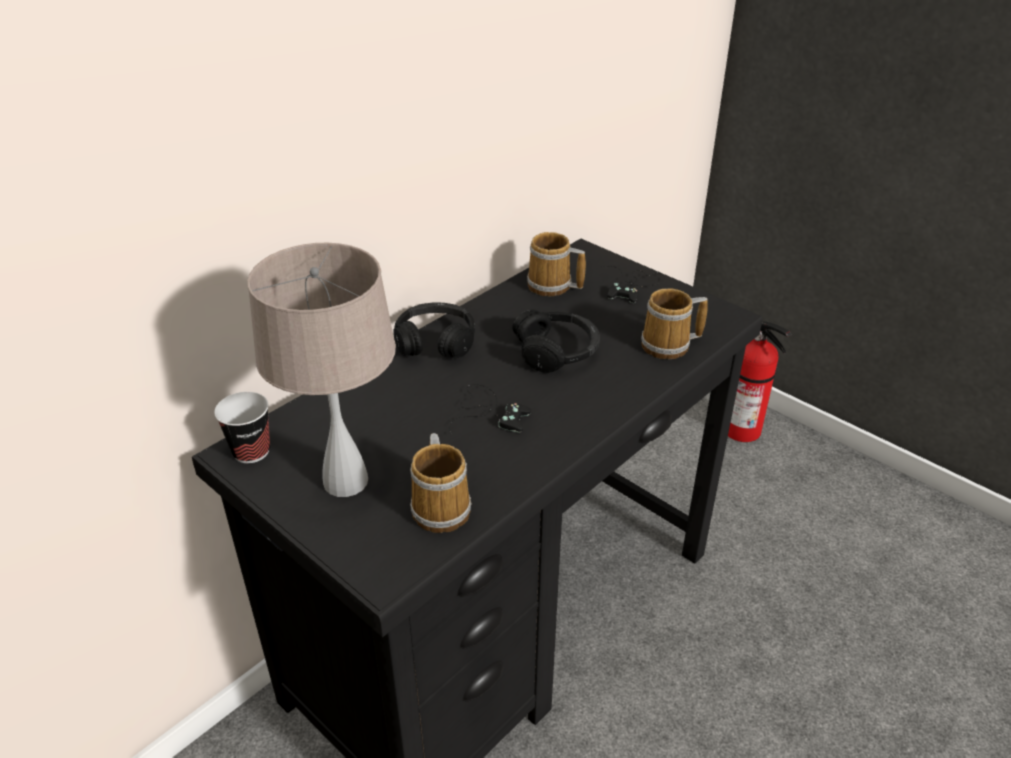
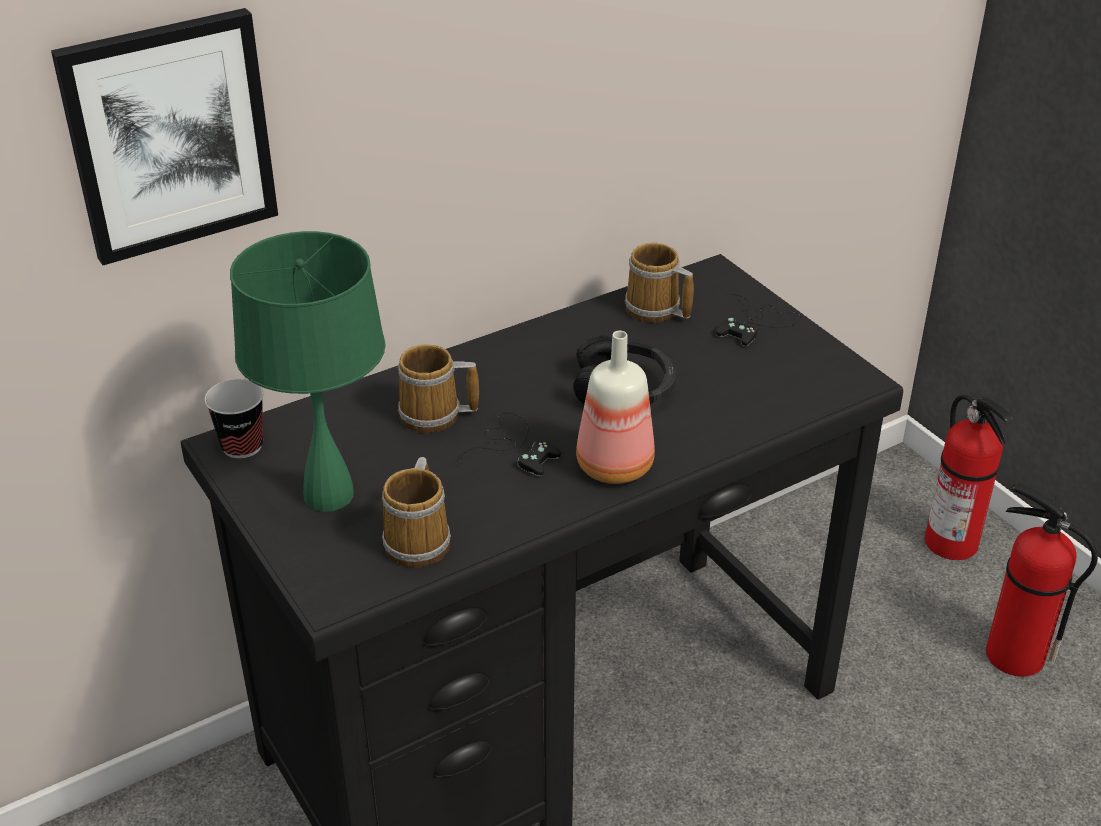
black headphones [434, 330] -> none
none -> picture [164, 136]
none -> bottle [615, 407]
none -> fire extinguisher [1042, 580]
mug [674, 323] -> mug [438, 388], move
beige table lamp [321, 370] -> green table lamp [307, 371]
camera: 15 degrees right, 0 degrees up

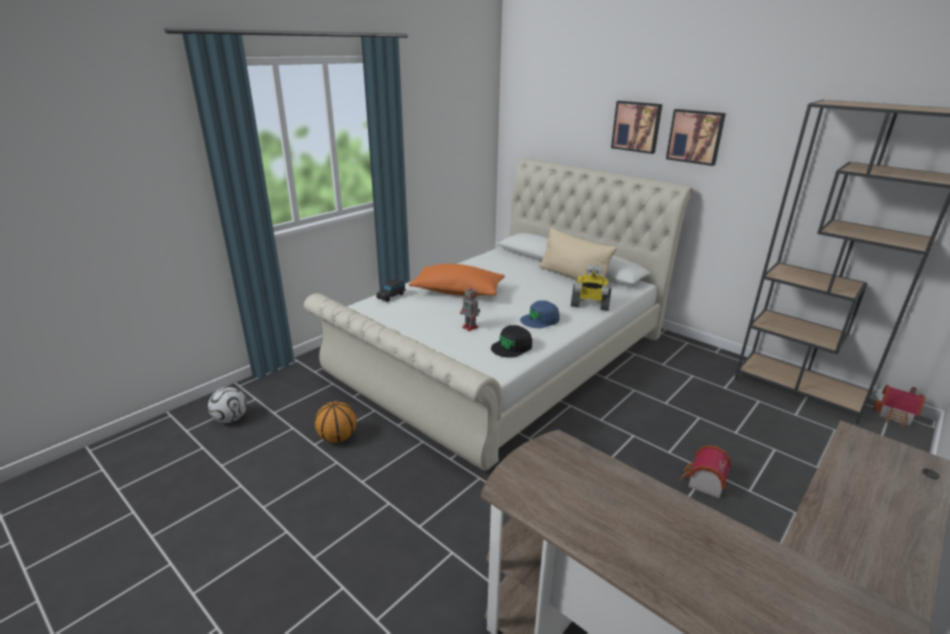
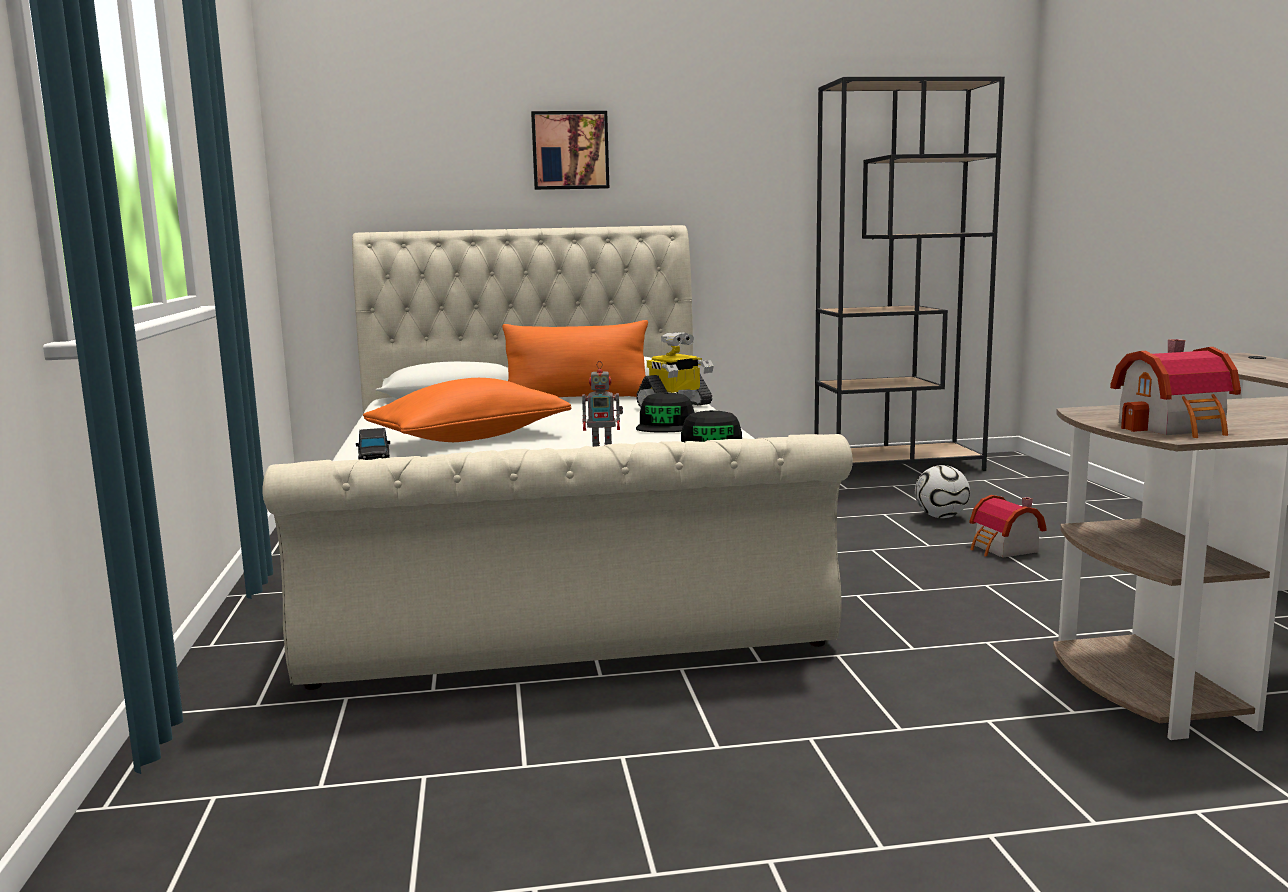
basketball [335, 422] -> none
picture [696, 137] -> none
football [227, 405] -> football [942, 491], move
toy house [899, 406] -> toy house [1175, 388], move
blue cap [540, 314] -> black cap [665, 412]
beige pillow [578, 253] -> orange pillow [575, 358]
camera: 50 degrees left, 15 degrees down

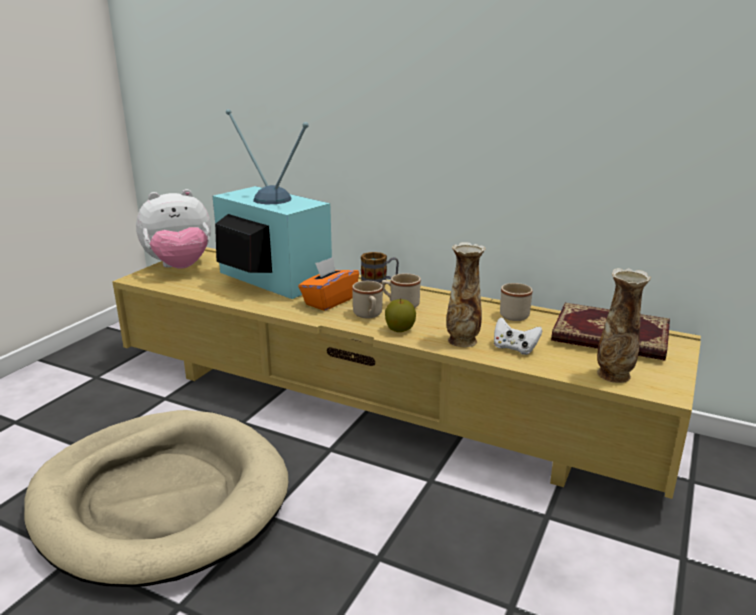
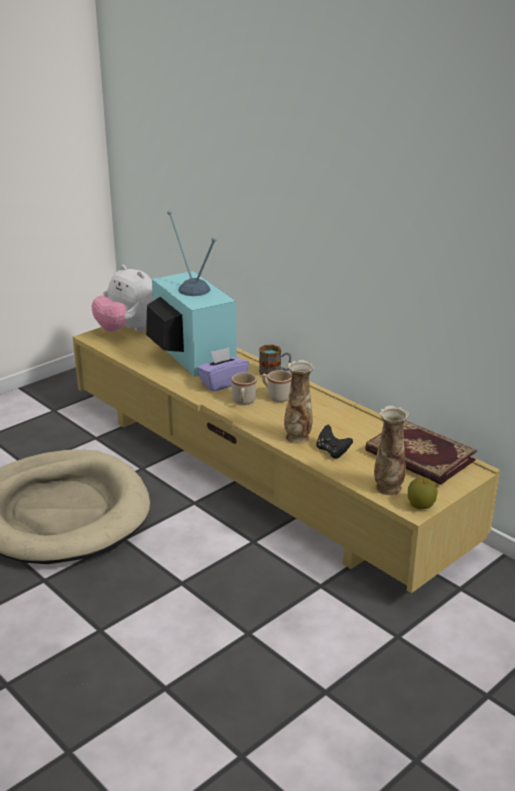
beige mug [516, 302] -> none
apple [400, 315] -> apple [423, 493], move
orange tissue box [328, 284] -> purple tissue box [223, 369]
white game controller [518, 336] -> black game controller [334, 441]
plush toy [173, 228] -> plush toy [122, 298], 45 degrees clockwise
camera: 20 degrees right, 5 degrees up

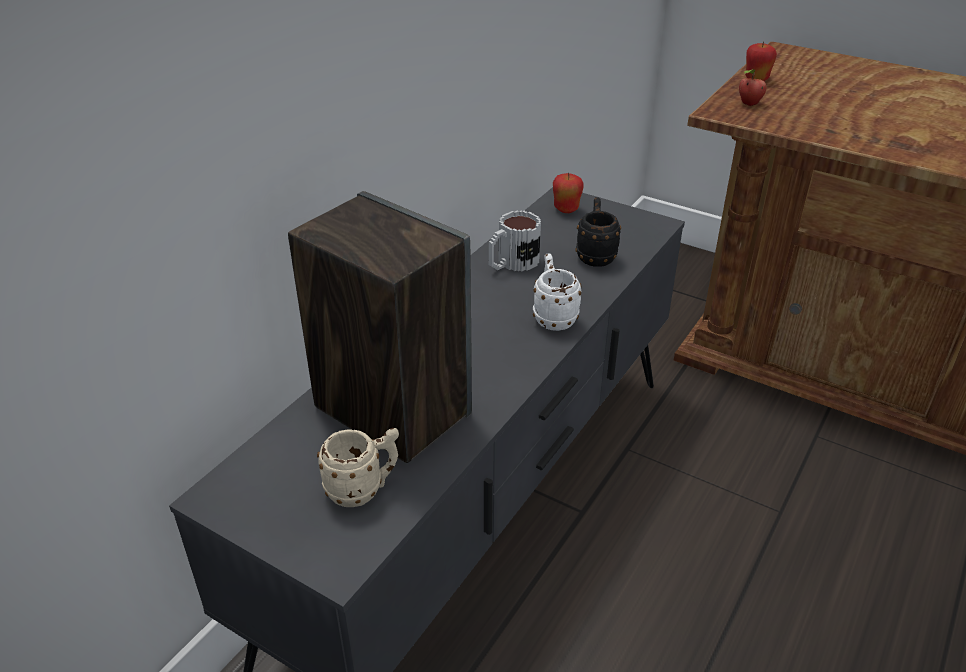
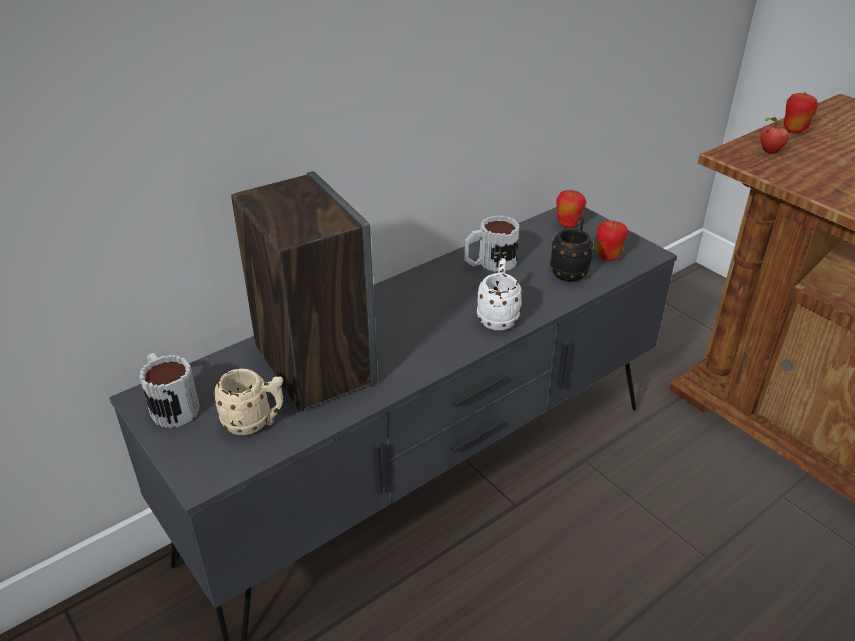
none -> mug [169, 390]
none -> apple [612, 241]
camera: 20 degrees right, 0 degrees up

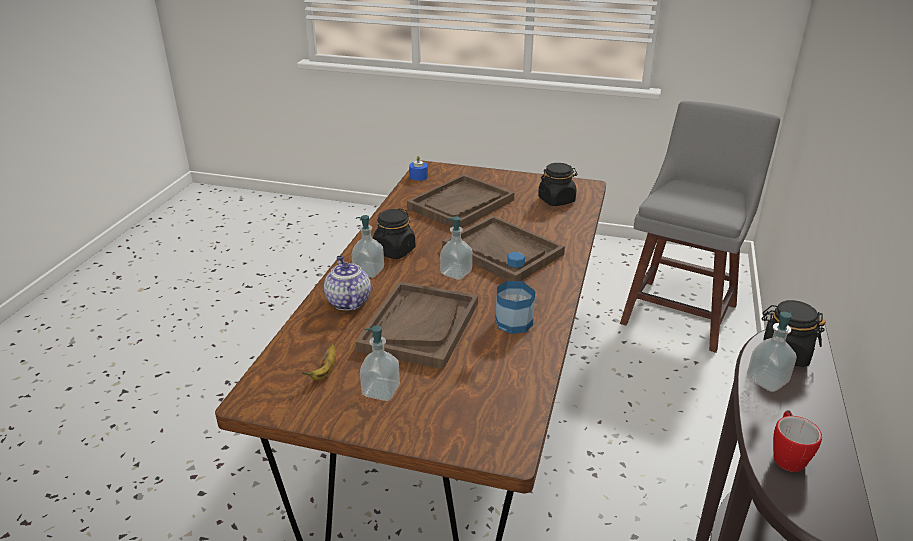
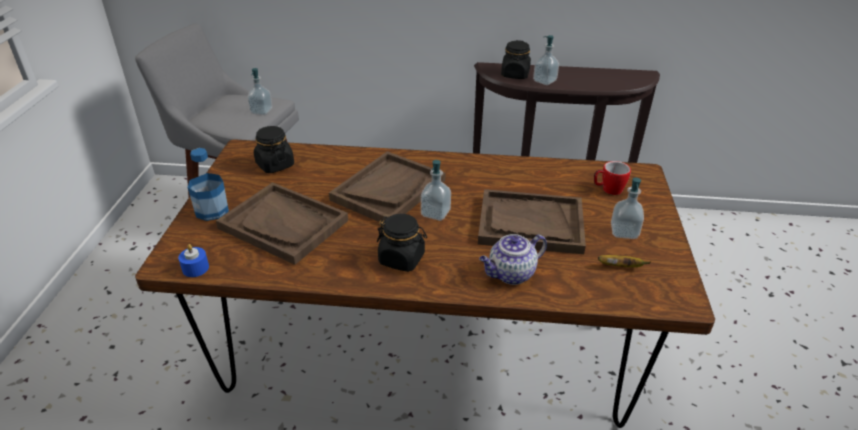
soap dispenser [367, 246] -> soap dispenser [260, 91], move
bottle [515, 293] -> bottle [208, 184], move
mug [797, 441] -> mug [612, 178], move
camera: 100 degrees left, 5 degrees up

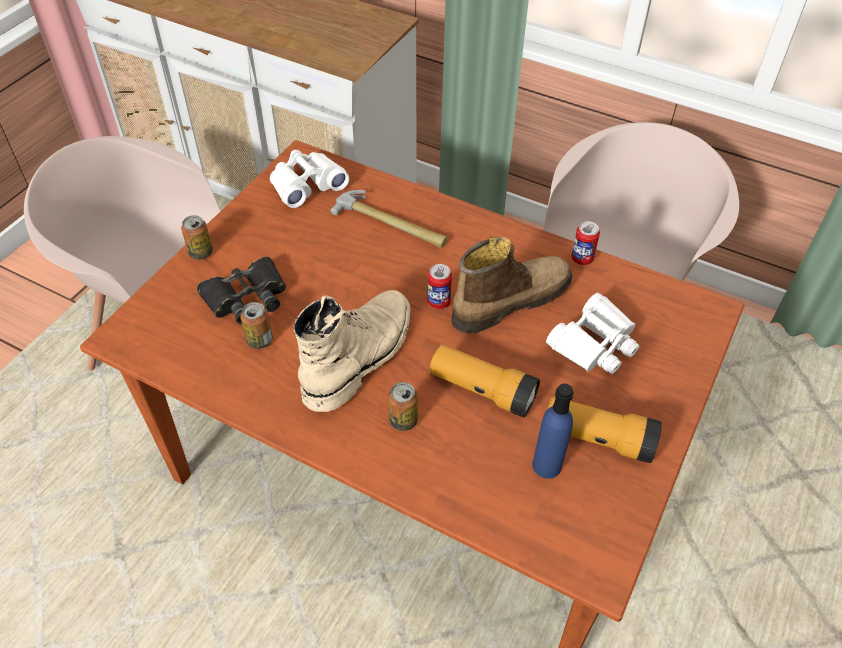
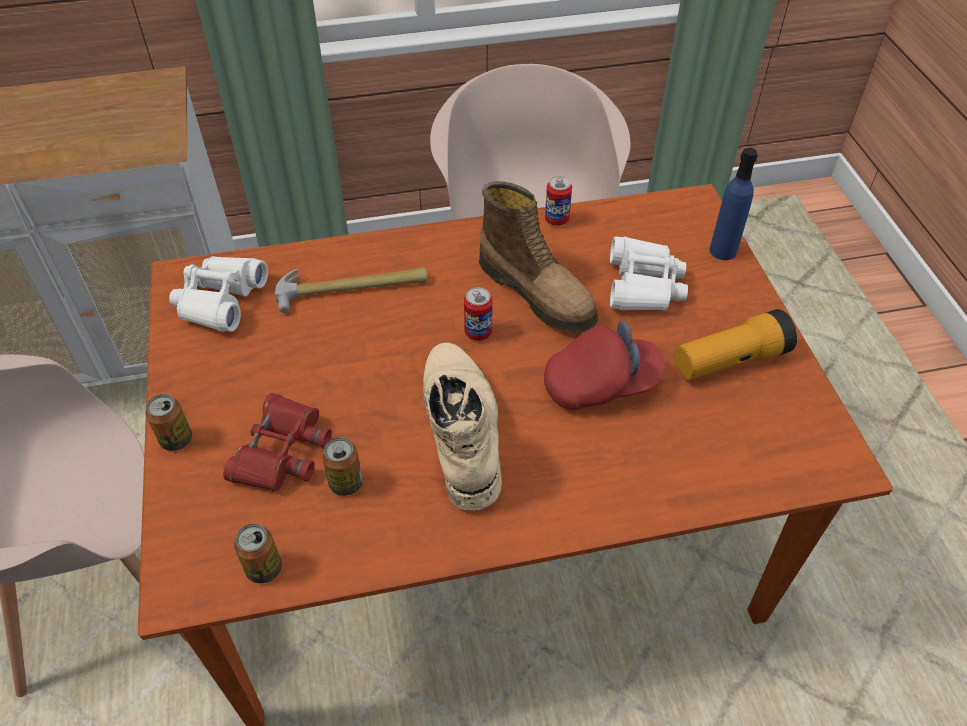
can [403, 406] -> can [258, 553], move
blue bottle [553, 431] -> blue bottle [734, 204], move
flashlight [485, 380] -> red cap [604, 365]
black binoculars [241, 290] -> red binoculars [277, 442]
boot [511, 285] -> boot [538, 257], 120 degrees clockwise
camera: 40 degrees left, 0 degrees up

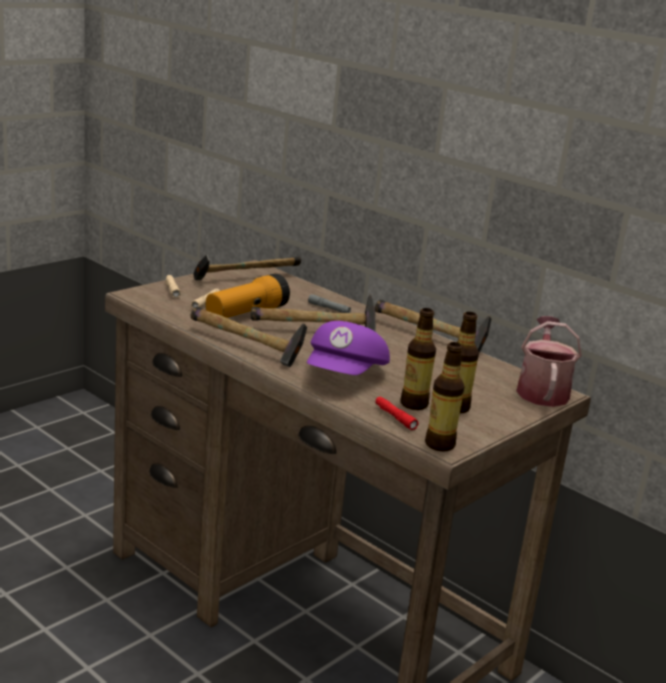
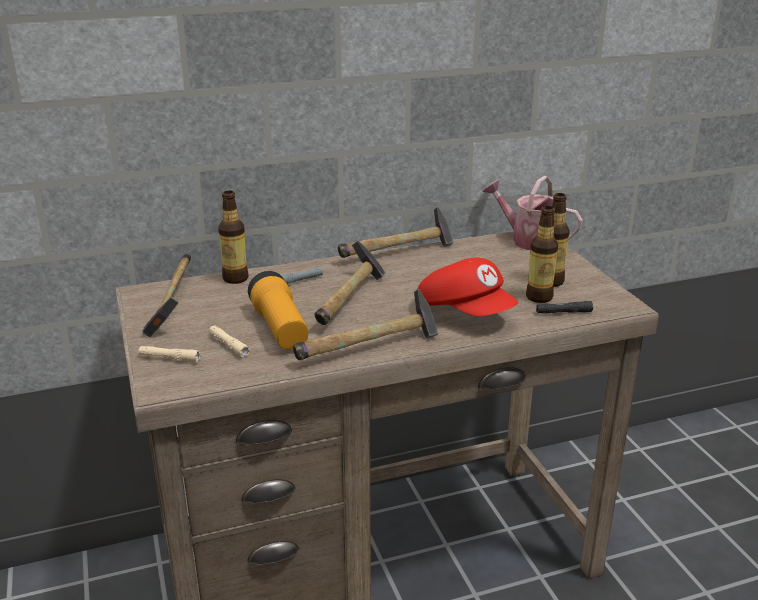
bottle [444, 397] -> bottle [233, 237], move
purple cap [348, 348] -> red cap [467, 287]
red flashlight [397, 413] -> black flashlight [564, 307]
camera: 60 degrees left, 5 degrees up

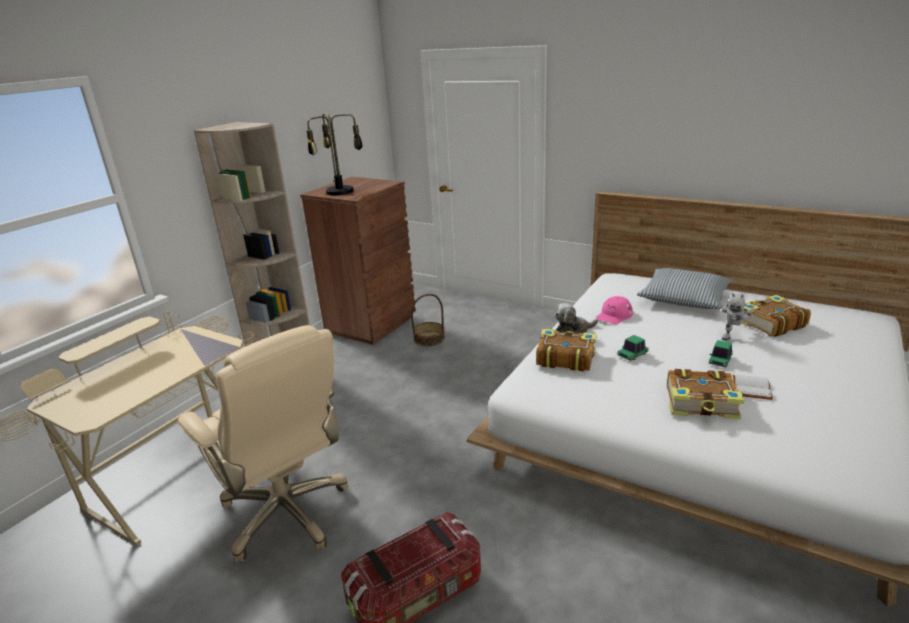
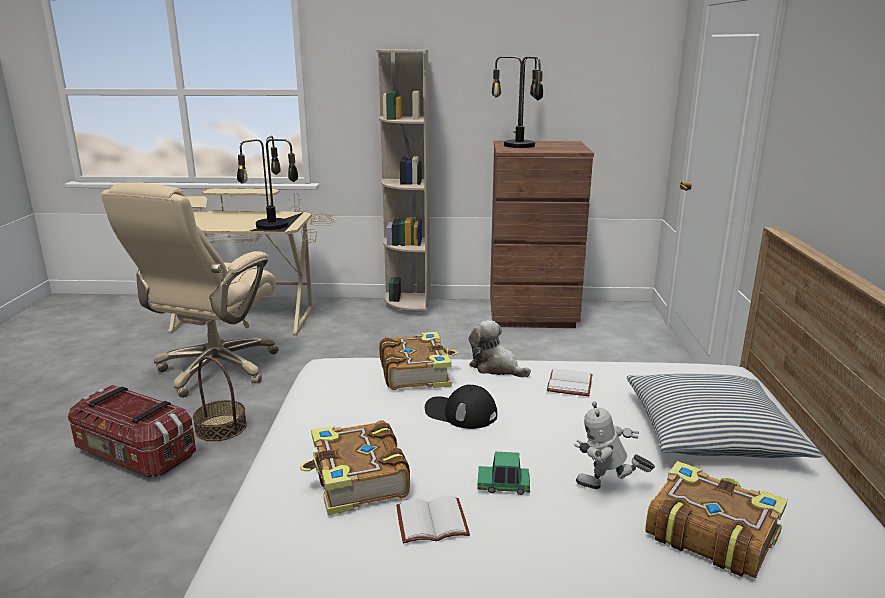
none -> table lamp [267, 183]
basket [428, 320] -> basket [220, 398], move
pink cap [614, 310] -> white book [570, 382]
toy car [633, 348] -> black cap [461, 407]
camera: 60 degrees right, 5 degrees down

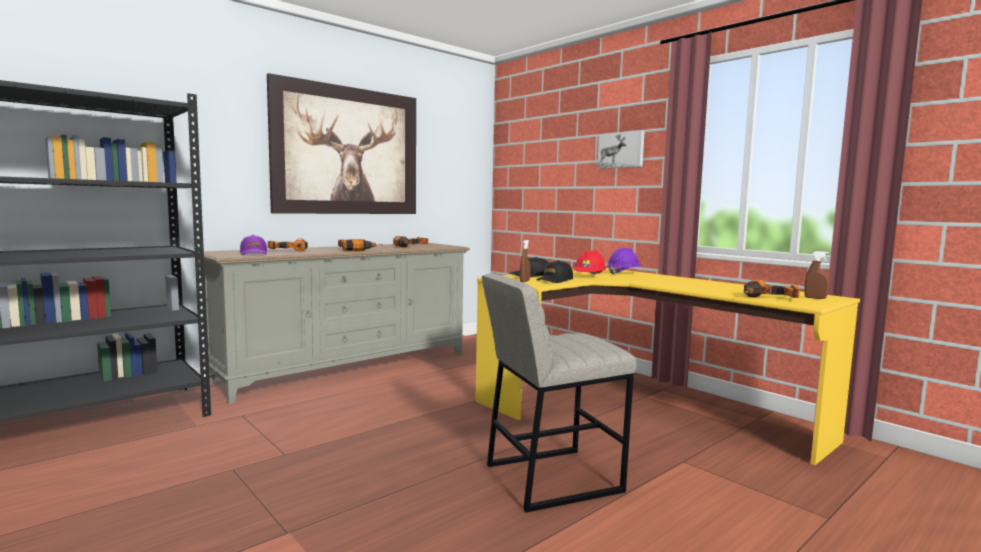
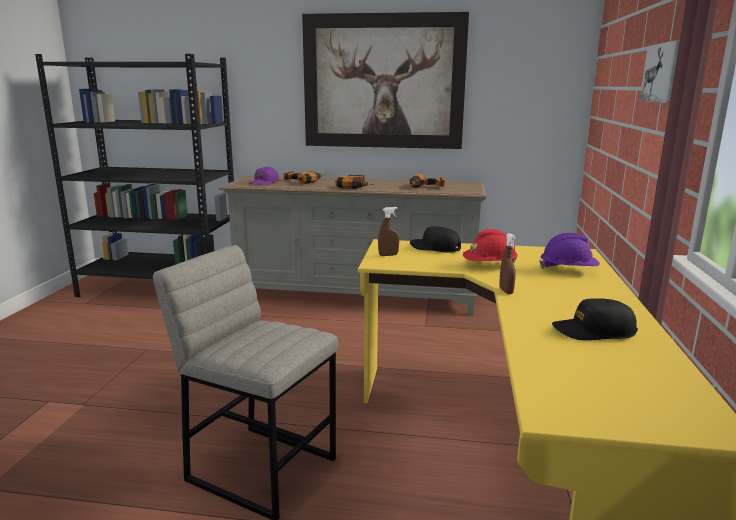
power drill [772, 289] -> none
black cap [555, 271] -> black cap [595, 319], move
brown spray bottle [816, 275] -> brown spray bottle [507, 263], move
camera: 50 degrees right, 10 degrees up

